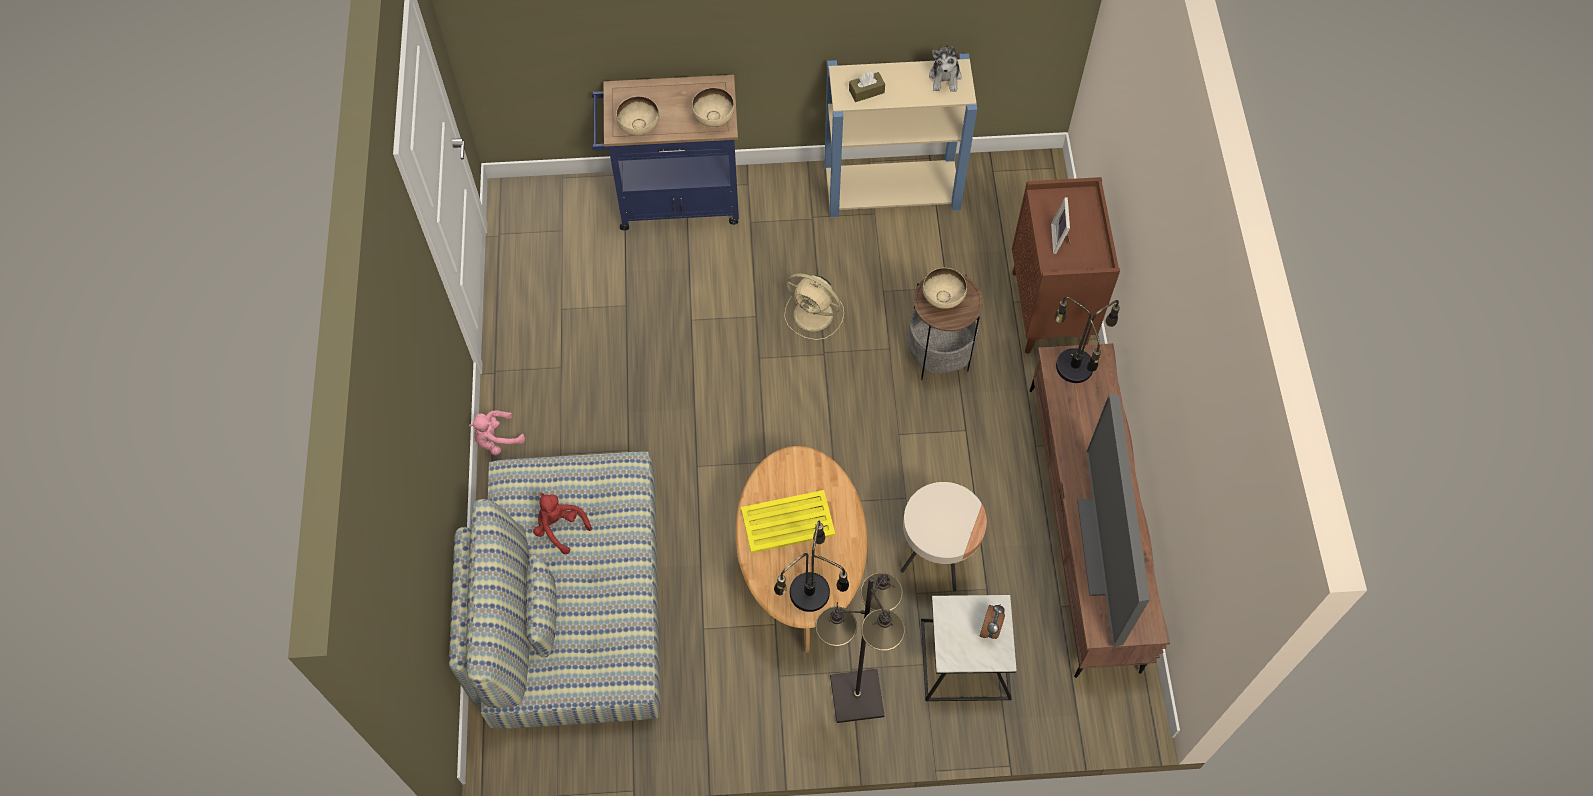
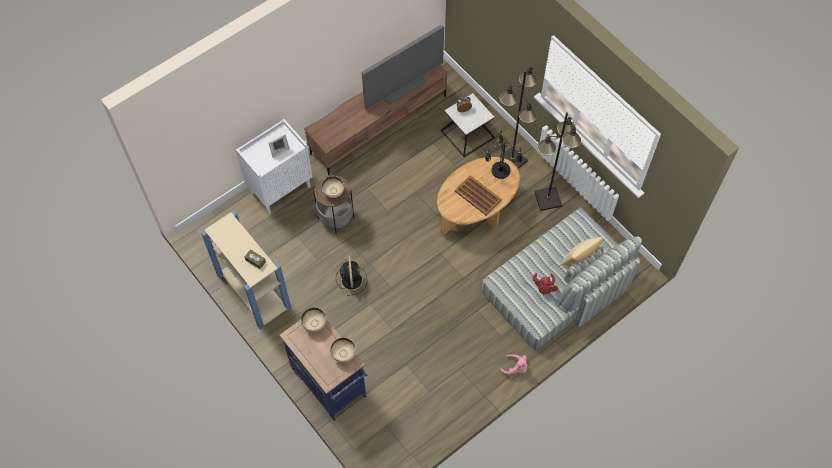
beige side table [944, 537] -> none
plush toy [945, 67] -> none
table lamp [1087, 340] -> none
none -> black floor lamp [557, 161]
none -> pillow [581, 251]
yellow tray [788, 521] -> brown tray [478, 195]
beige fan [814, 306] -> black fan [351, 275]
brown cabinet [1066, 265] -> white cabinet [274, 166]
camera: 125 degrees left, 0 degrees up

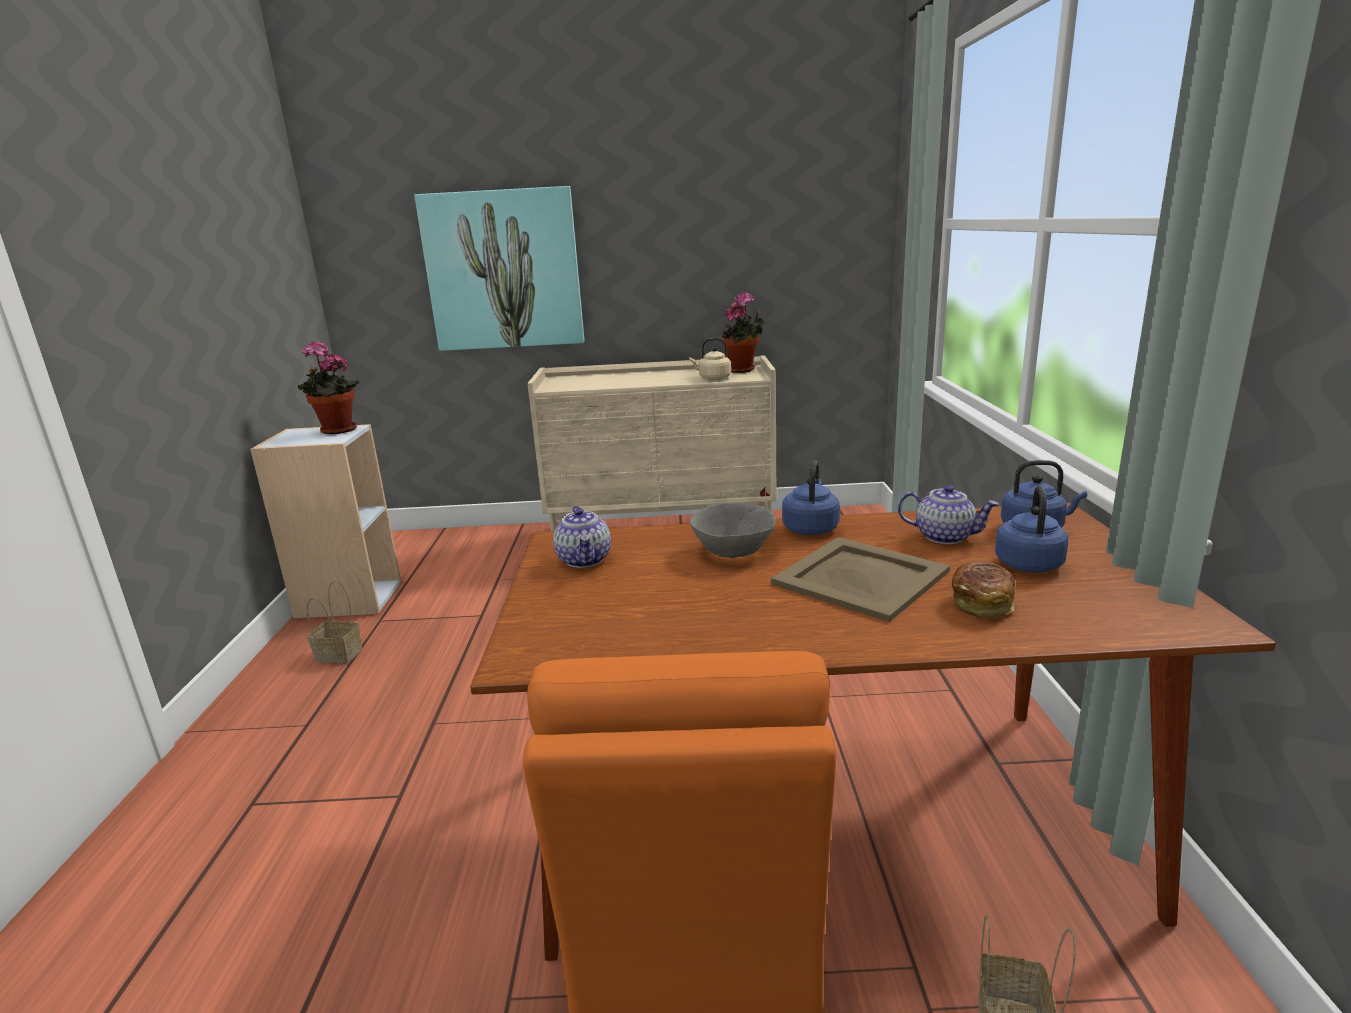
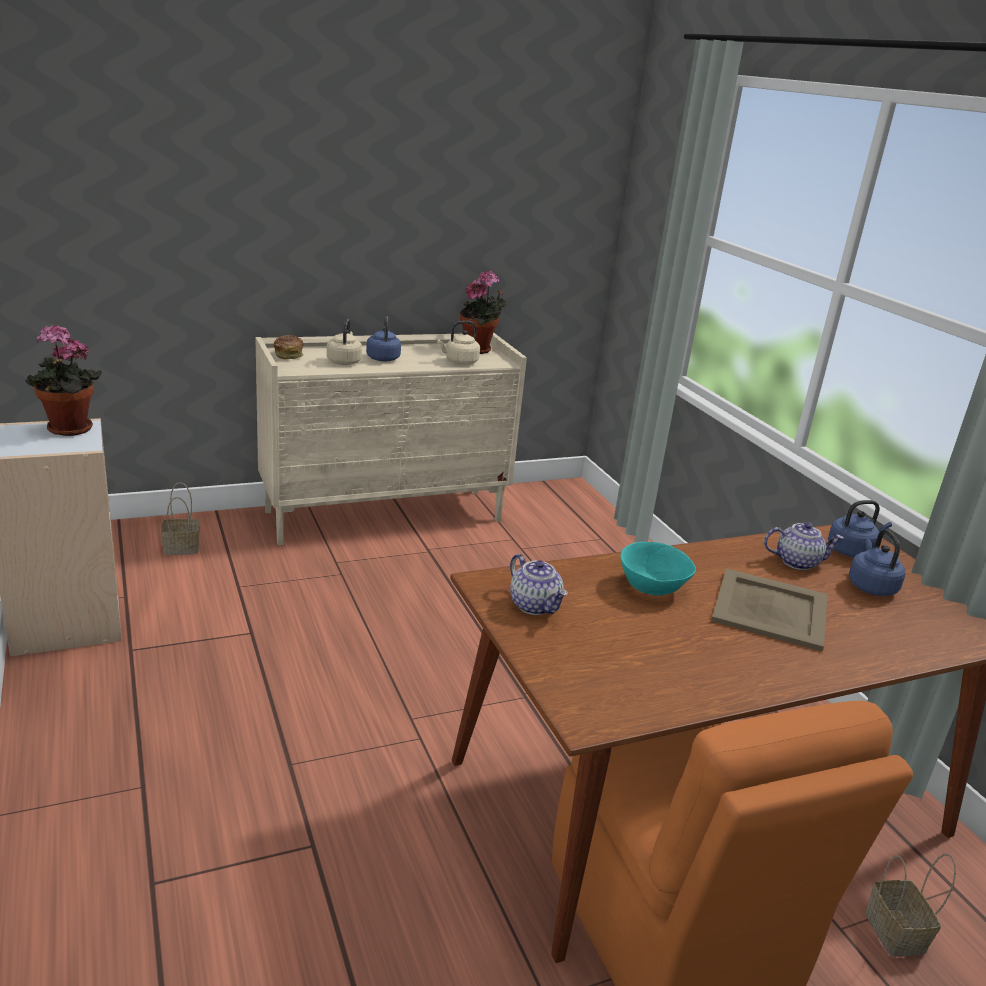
picture [499, 268] -> none
none -> beige kettle [344, 342]
basket [334, 622] -> basket [180, 518], move
blue kettle [811, 497] -> blue kettle [383, 339], move
bread [983, 589] -> bread [289, 347], move
grey bowl [732, 530] -> turquoise bowl [658, 568]
camera: 25 degrees left, 5 degrees up

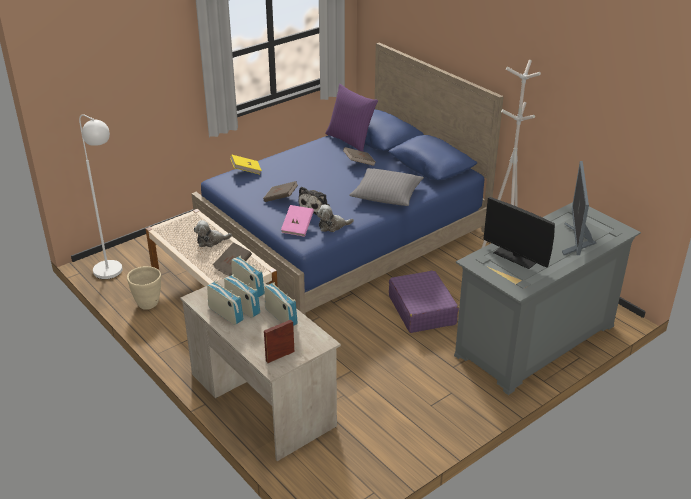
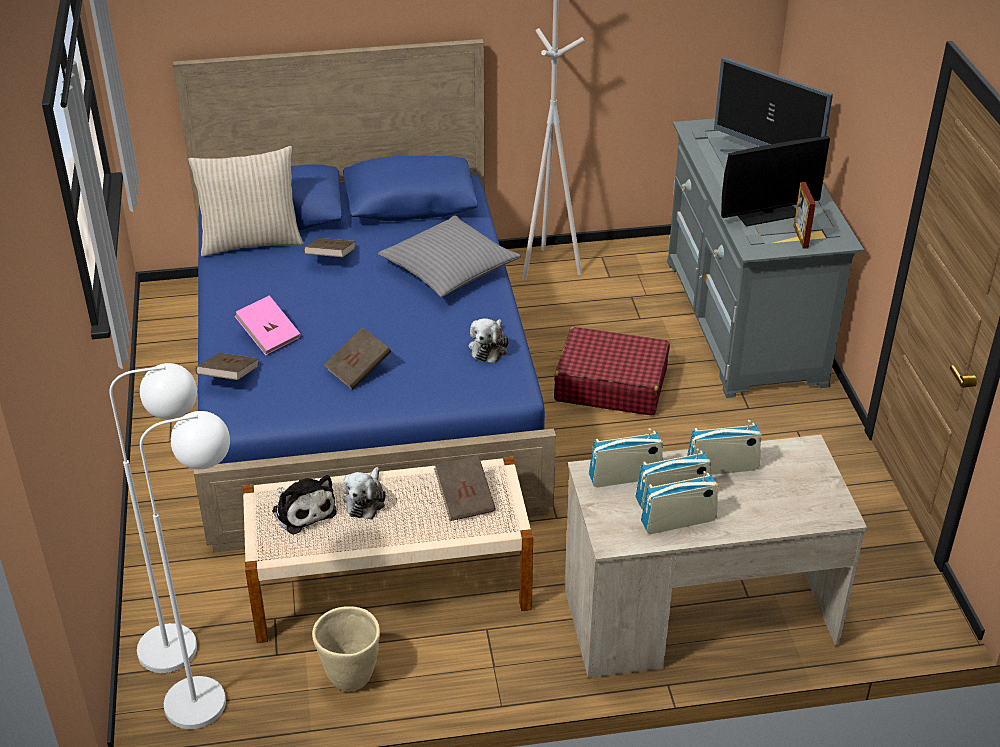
none -> white floor lamp [153, 518]
picture frame [279, 341] -> picture frame [805, 215], move
pink book [297, 221] -> pink book [268, 325], move
plush toy [314, 201] -> plush toy [304, 505], move
yellow book [246, 164] -> brown book [227, 366]
purple pillow [351, 118] -> beige pillow [245, 201]
purple suitcase [424, 301] -> red suitcase [612, 371]
camera: 60 degrees left, 5 degrees up

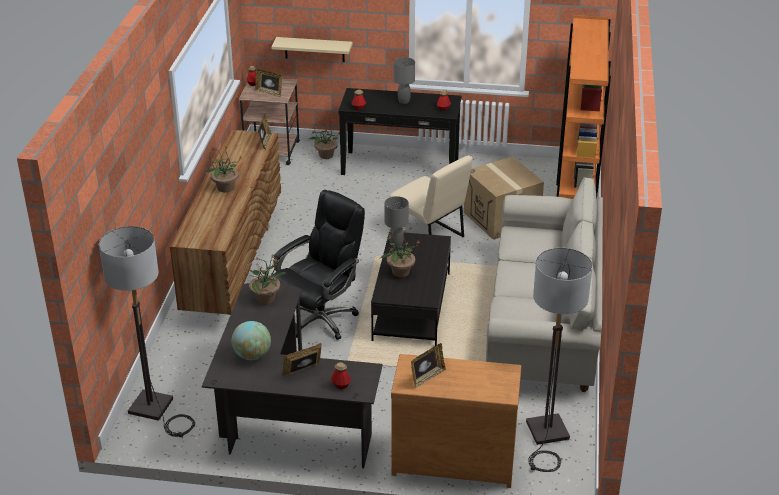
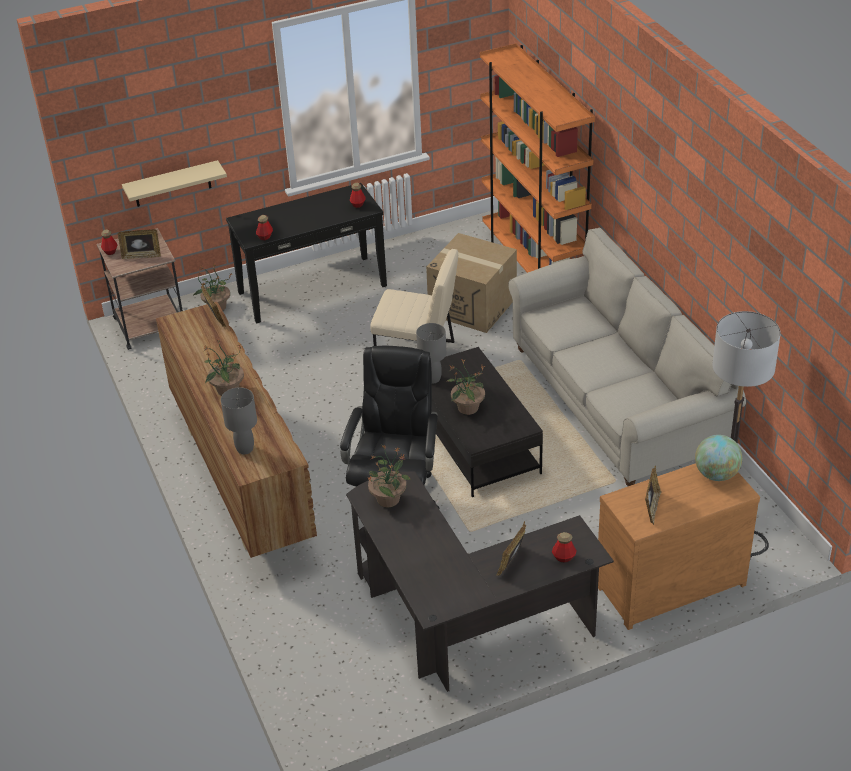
floor lamp [147, 332] -> none
globe [251, 340] -> globe [718, 458], move
grey table lamp [404, 80] -> grey table lamp [239, 420], move
camera: 30 degrees left, 5 degrees up

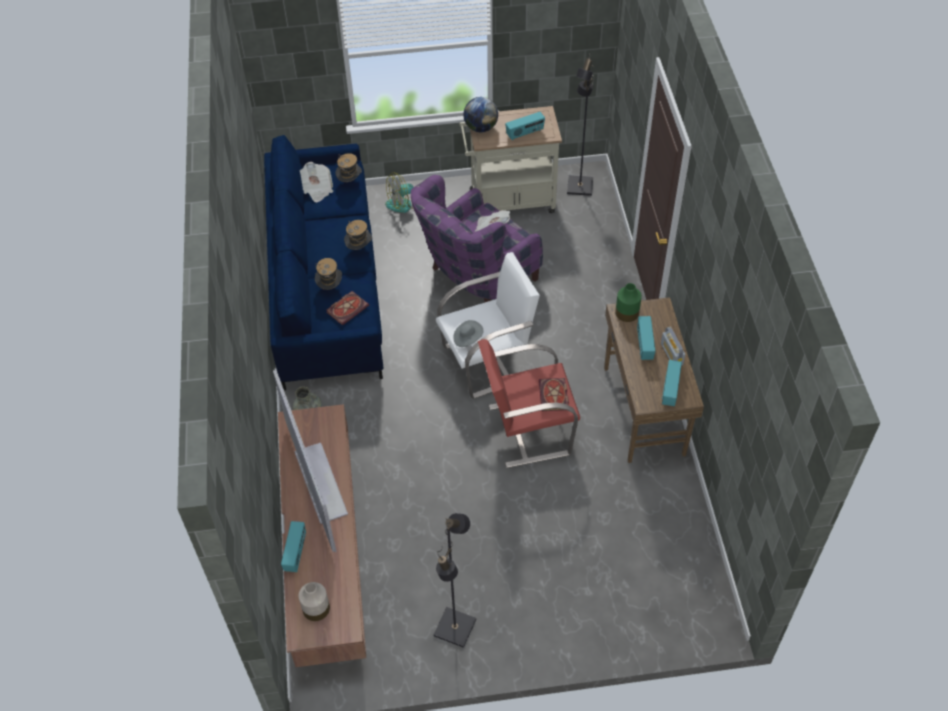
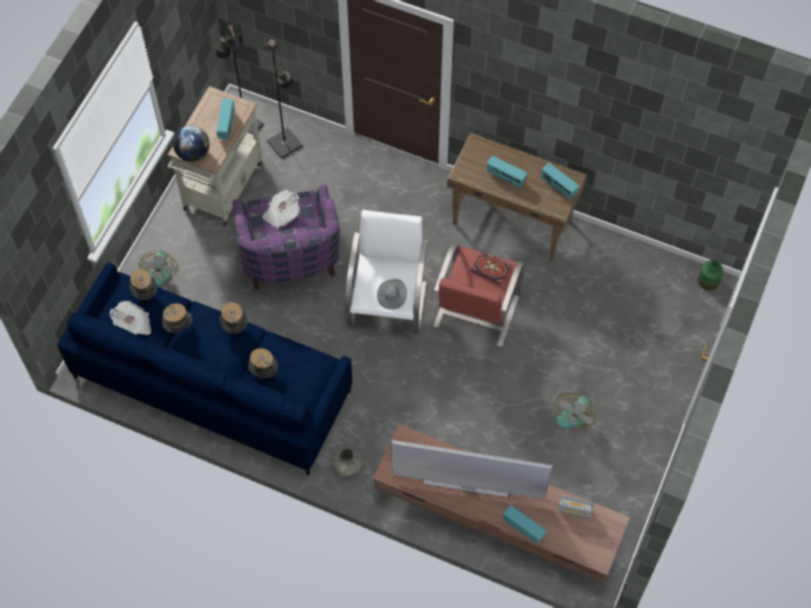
beige vase [314, 601] -> none
book [347, 308] -> none
none -> hat [177, 317]
none -> fan [576, 411]
black floor lamp [455, 580] -> black floor lamp [283, 97], move
green vase [628, 302] -> green vase [710, 275], move
radio [673, 346] -> radio [575, 506], move
camera: 60 degrees left, 10 degrees up

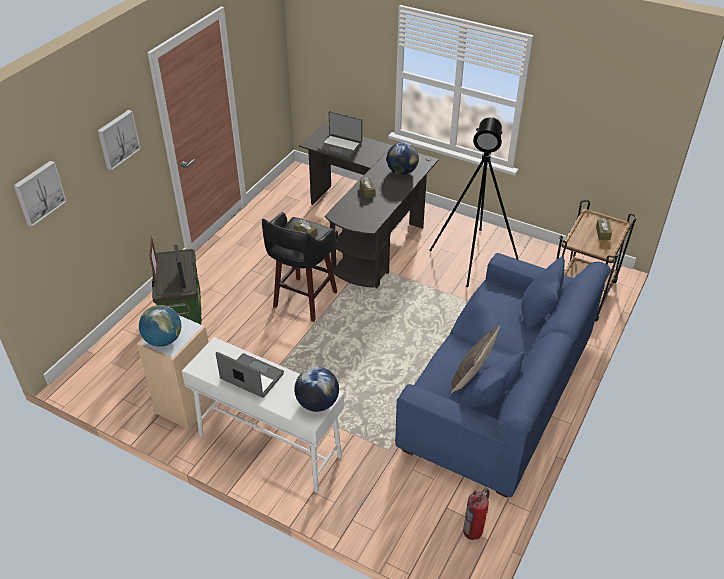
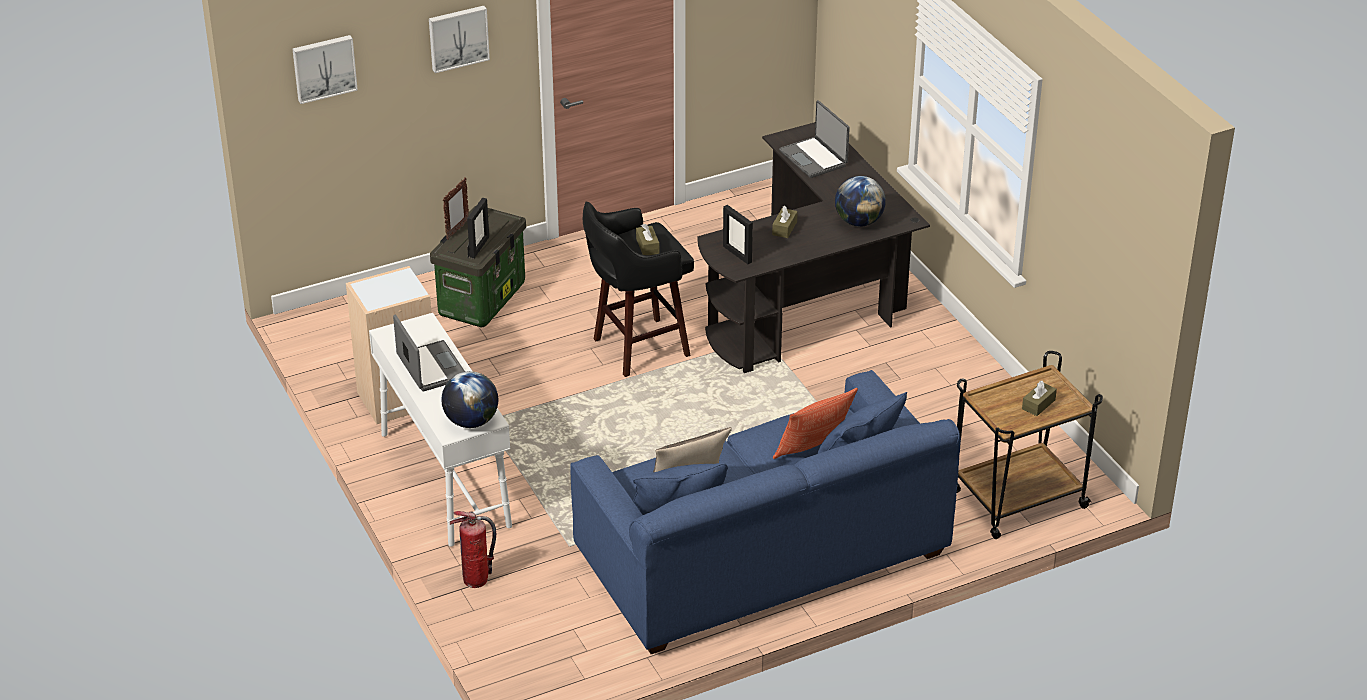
globe [160, 326] -> none
black floor lamp [474, 202] -> none
none -> picture frame [738, 234]
none -> orange pillow [815, 423]
fire extinguisher [476, 514] -> fire extinguisher [473, 549], move
camera: 35 degrees right, 5 degrees down

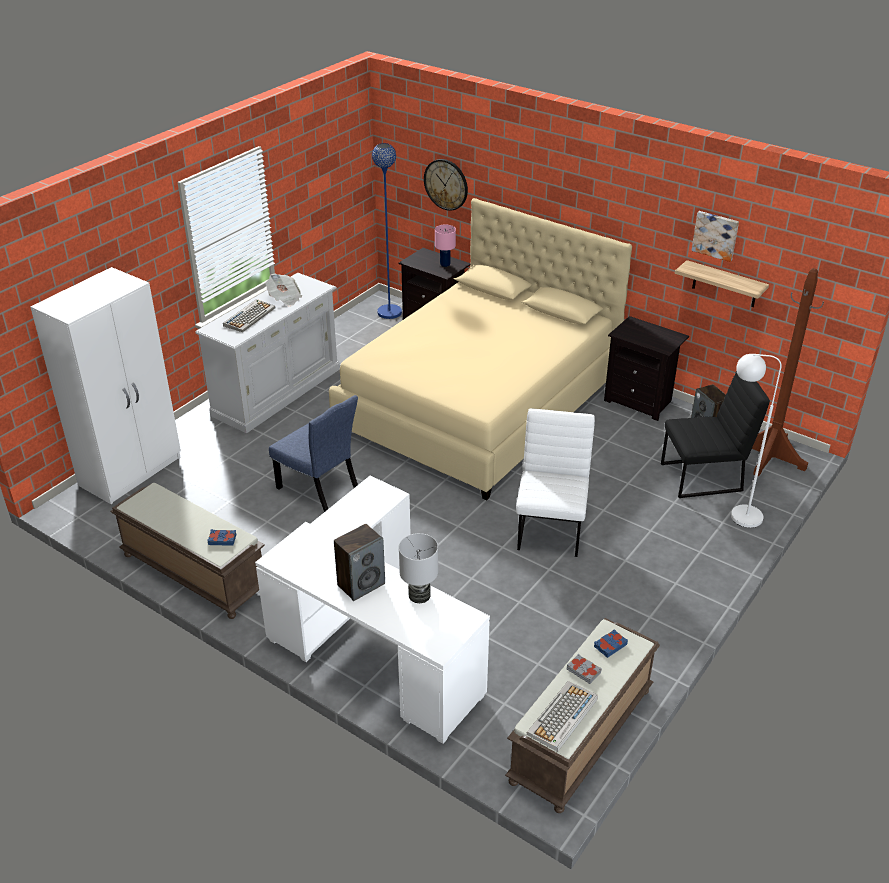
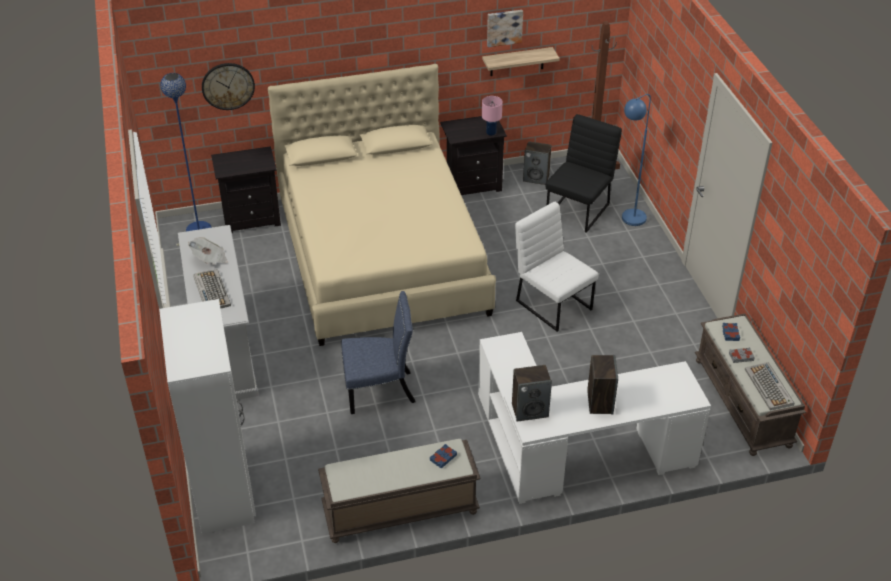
grey table lamp [418, 568] -> none
none -> speaker [532, 393]
pink table lamp [445, 246] -> pink table lamp [492, 116], move
white floor lamp [756, 441] -> blue floor lamp [636, 160]
camera: 50 degrees left, 5 degrees up

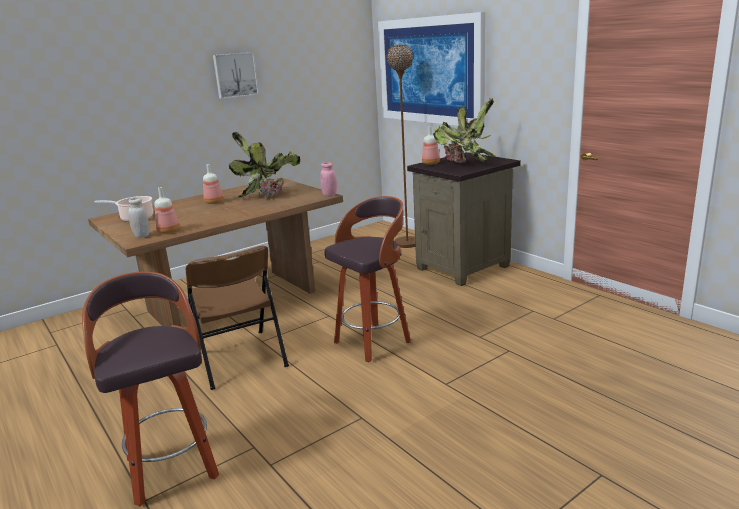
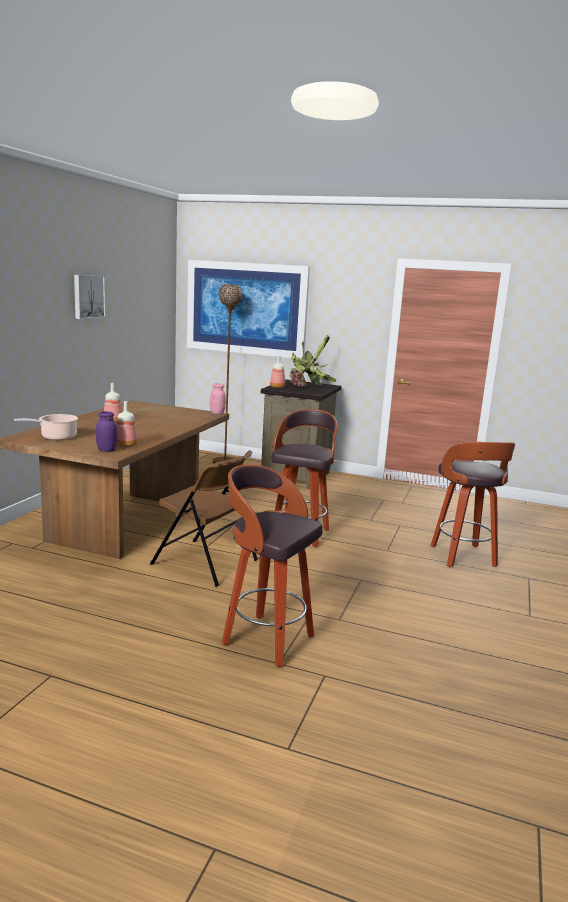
potted plant [264, 165] -> none
none -> stool [473, 504]
white jar [139, 218] -> purple jar [106, 431]
camera: 35 degrees left, 5 degrees down

